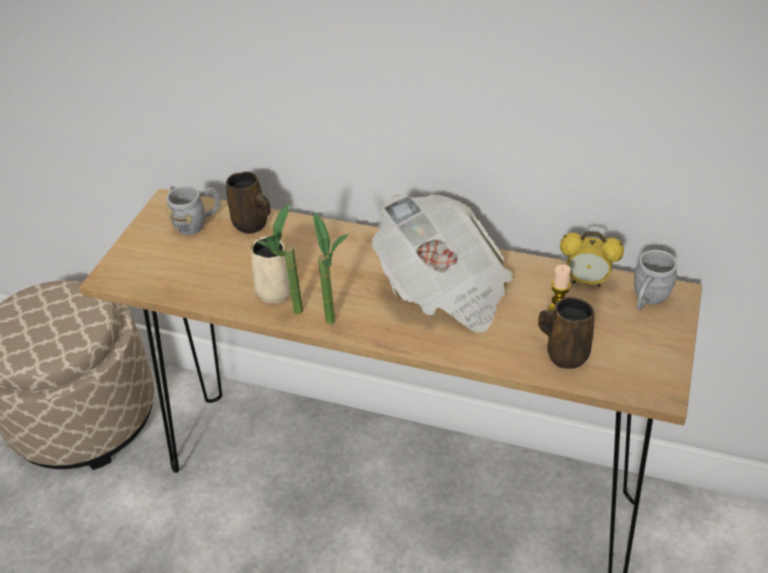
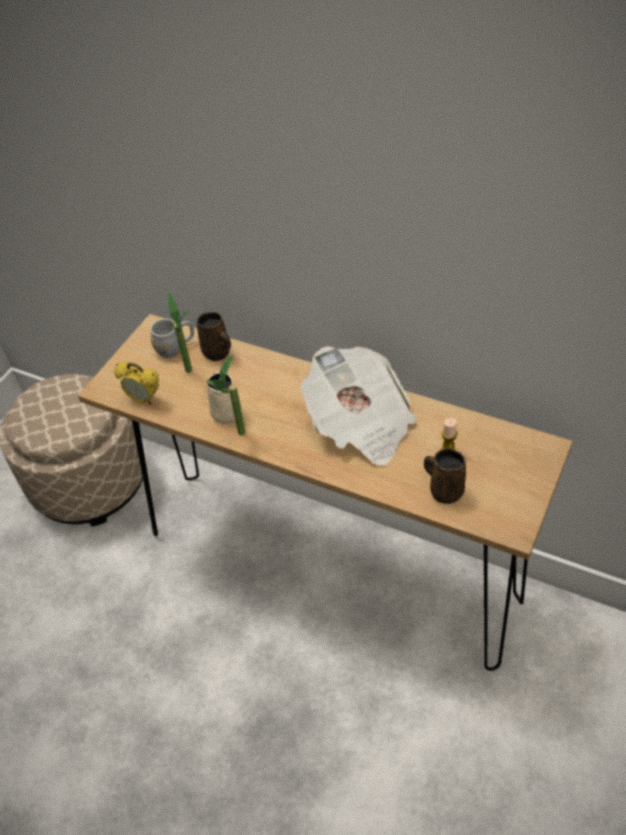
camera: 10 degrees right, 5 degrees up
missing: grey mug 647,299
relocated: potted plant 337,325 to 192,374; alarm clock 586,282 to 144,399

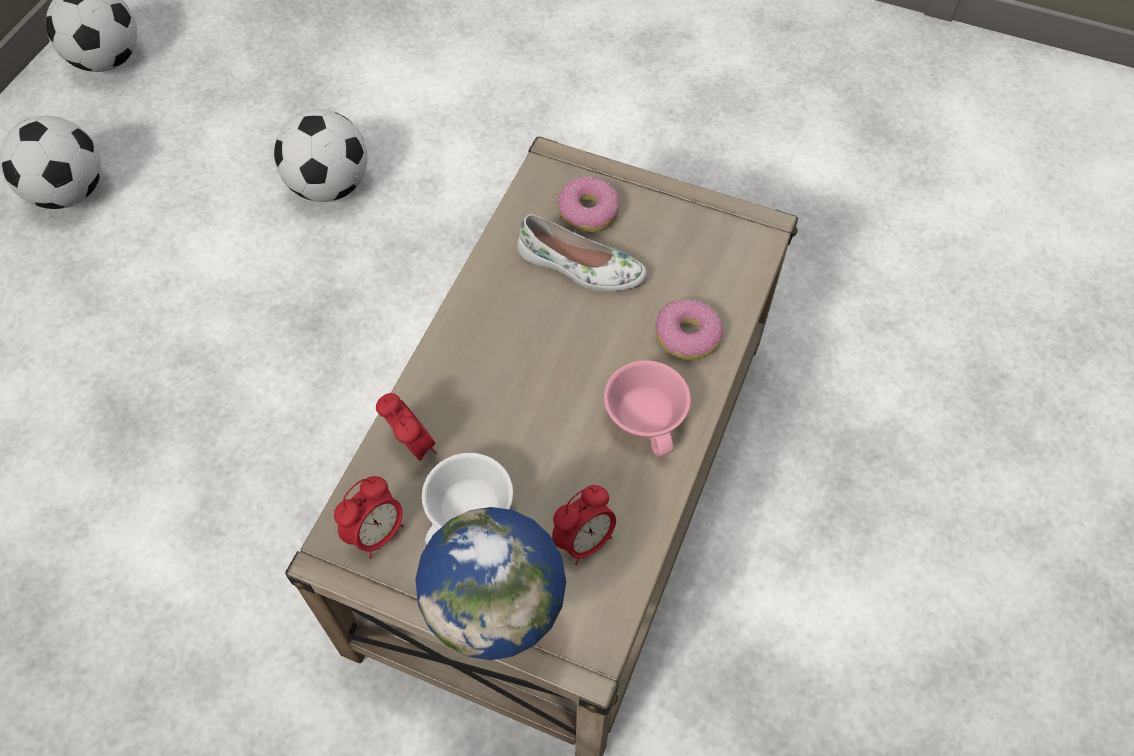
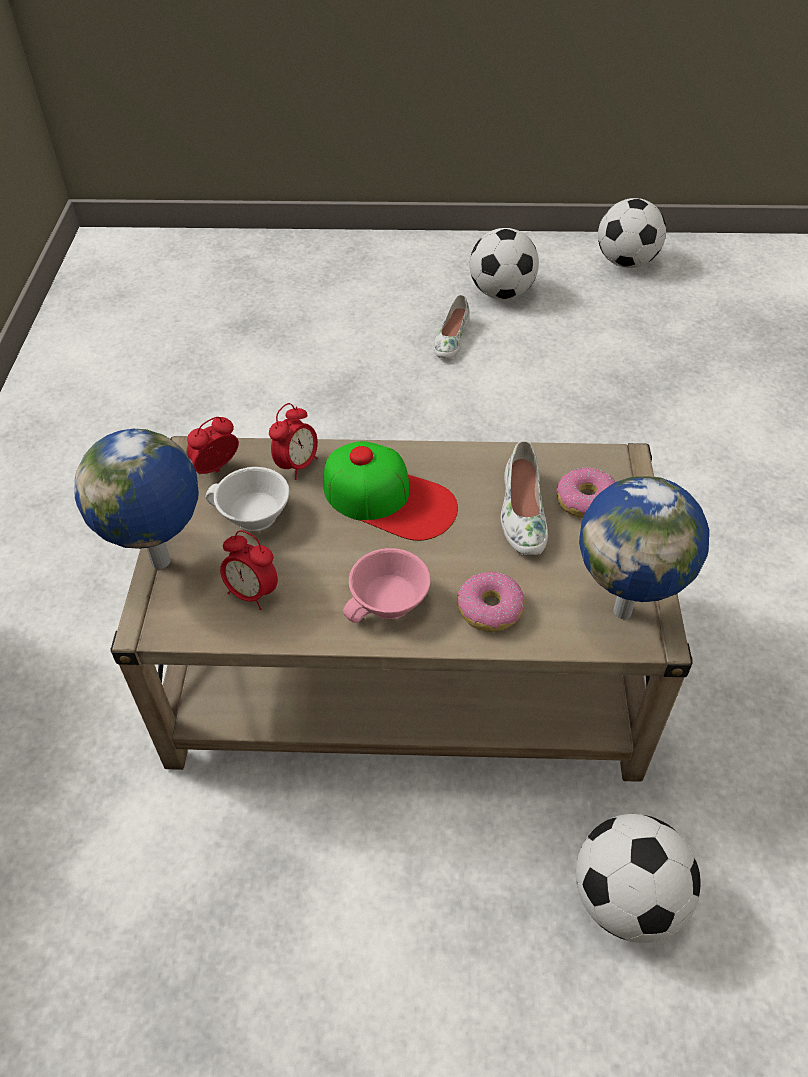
camera: 70 degrees right, 10 degrees down
appeared: white shoe 450,338; cap 389,498; globe 624,610
relocated: football 330,185 to 627,898
spun: alarm clock 376,533 = 217,470 120 degrees clockwise

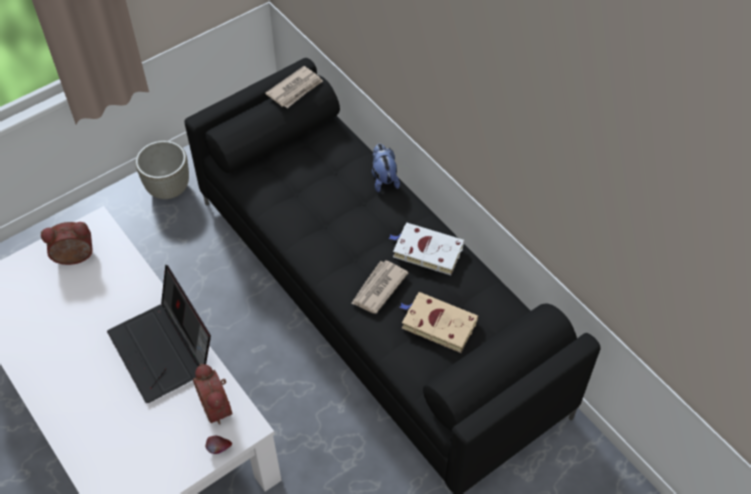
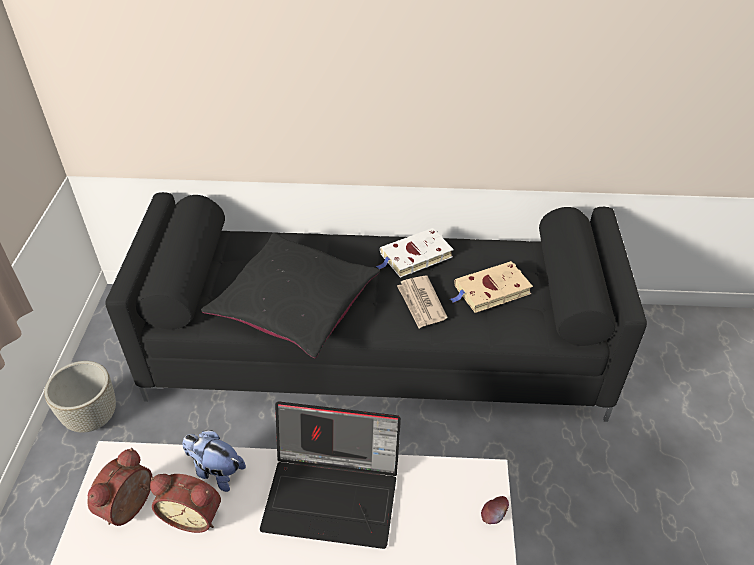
camera: 50 degrees left, 10 degrees down
missing: newspaper 295,89
appeared: black pillow 294,304
relocated: plush toy 383,178 to 216,471; alarm clock 218,406 to 194,514

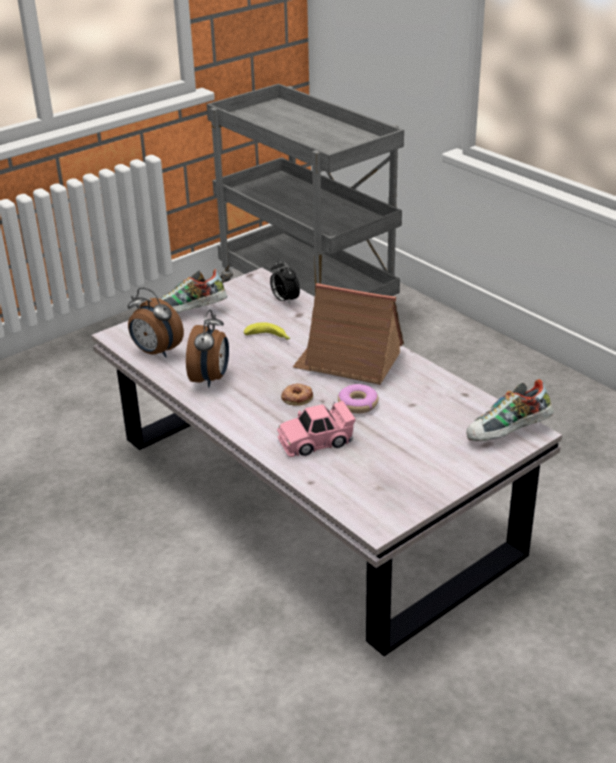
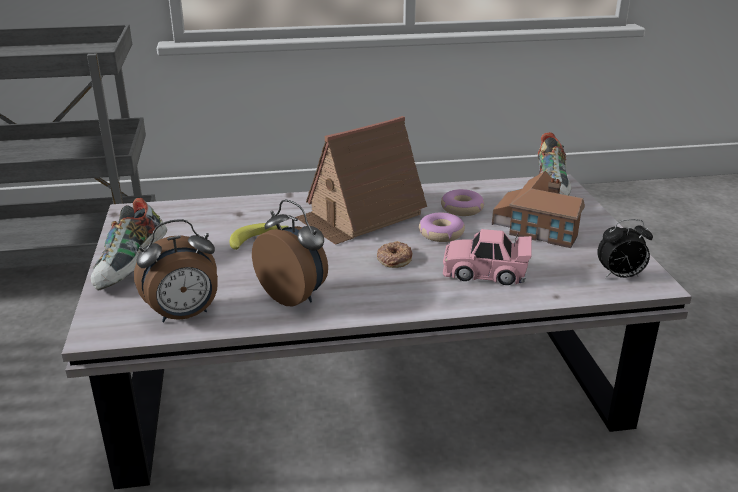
camera: 60 degrees left, 5 degrees down
appeared: toy house 536,226; donut 462,209
relocated: alarm clock 284,300 to 620,276
spun: pink toy car 316,441 = 485,272 90 degrees clockwise

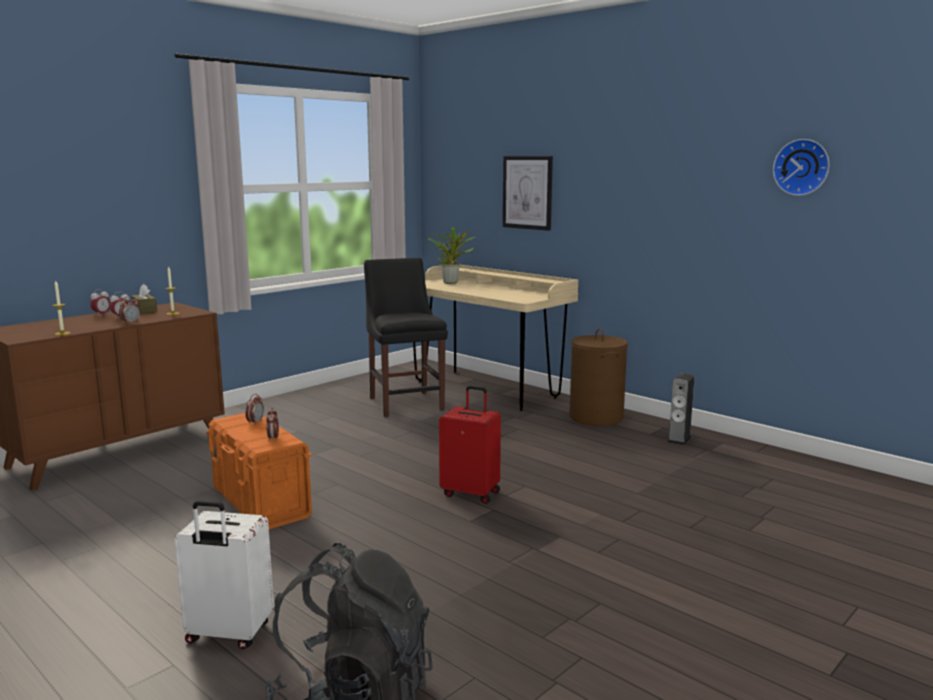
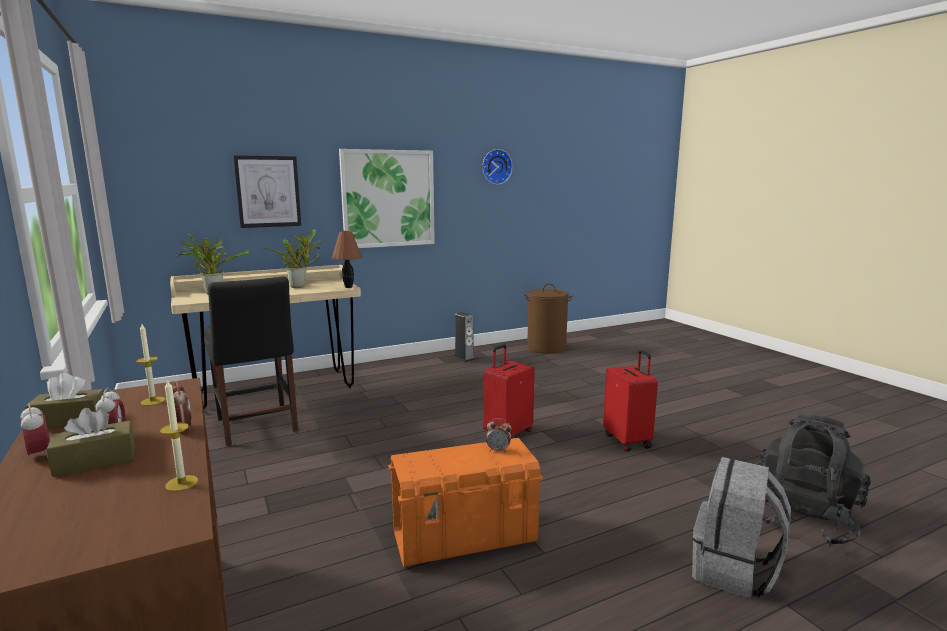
camera: 70 degrees left, 0 degrees up
missing: alarm clock 255,423
appeared: picture 388,198; potted plant 300,286; brown table lamp 348,287; red suitcase 628,440; brown tissue box 95,460
relocated: brown laundry basket 595,417 to 546,348
exchanged: white suitcase 228,634 to grey backpack 734,571
spun: black chair 405,402 = 257,427 120 degrees counterclockwise

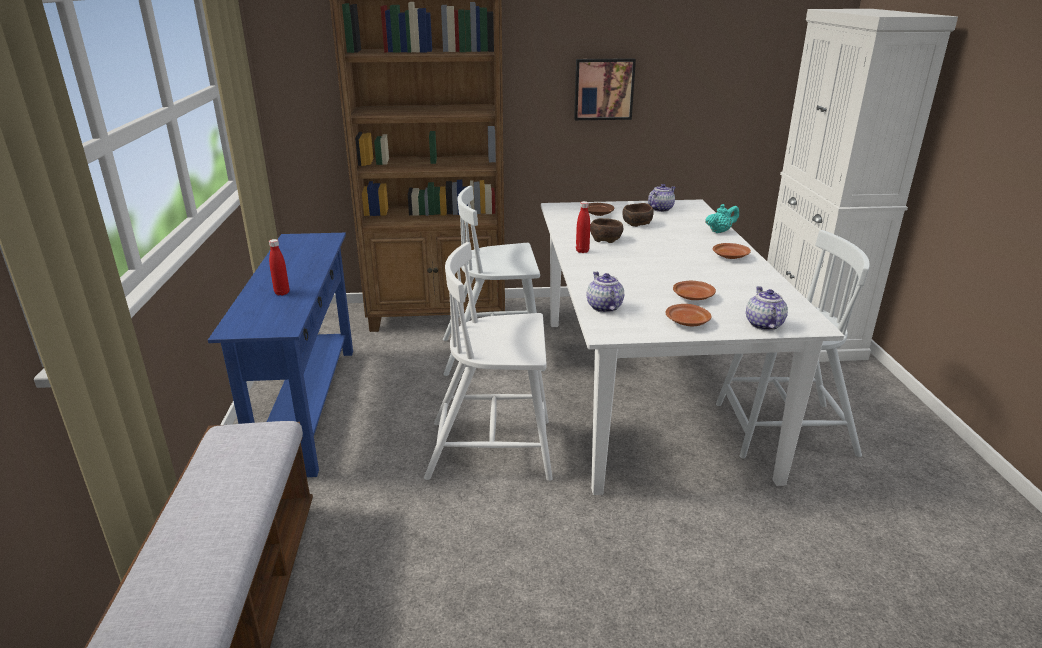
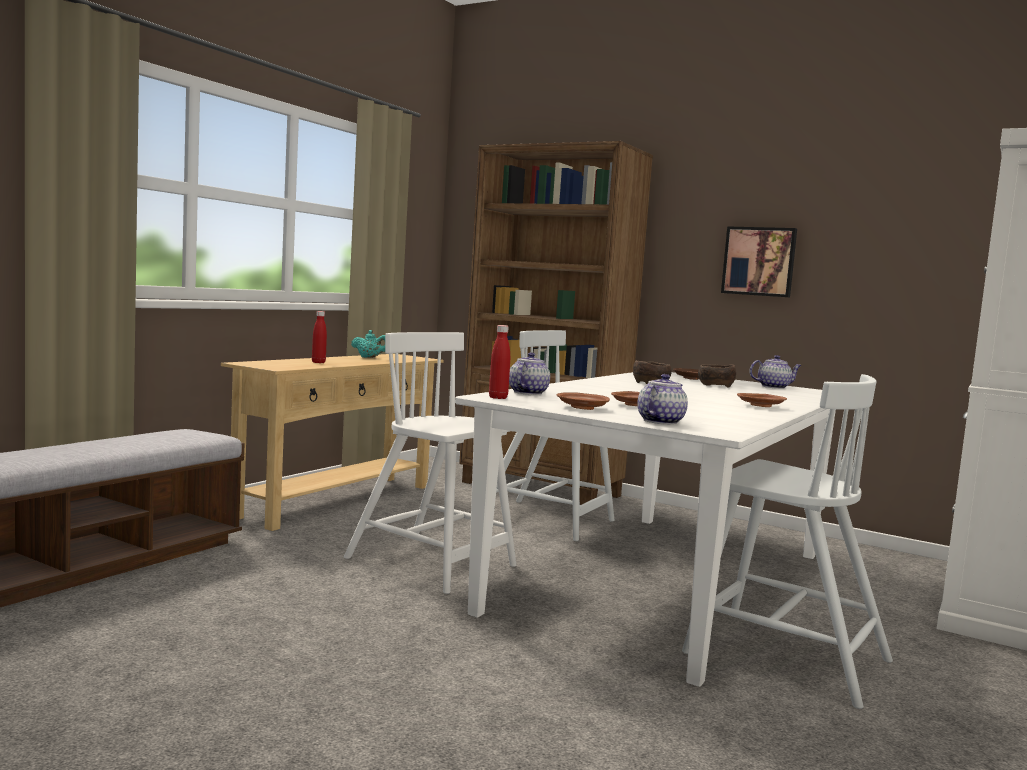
camera: 35 degrees right, 20 degrees down
relocated: red bottle 582,251 to 498,398; turquoise teapot 720,231 to 370,358
colour: blue console table 308,406 to beige console table 336,501

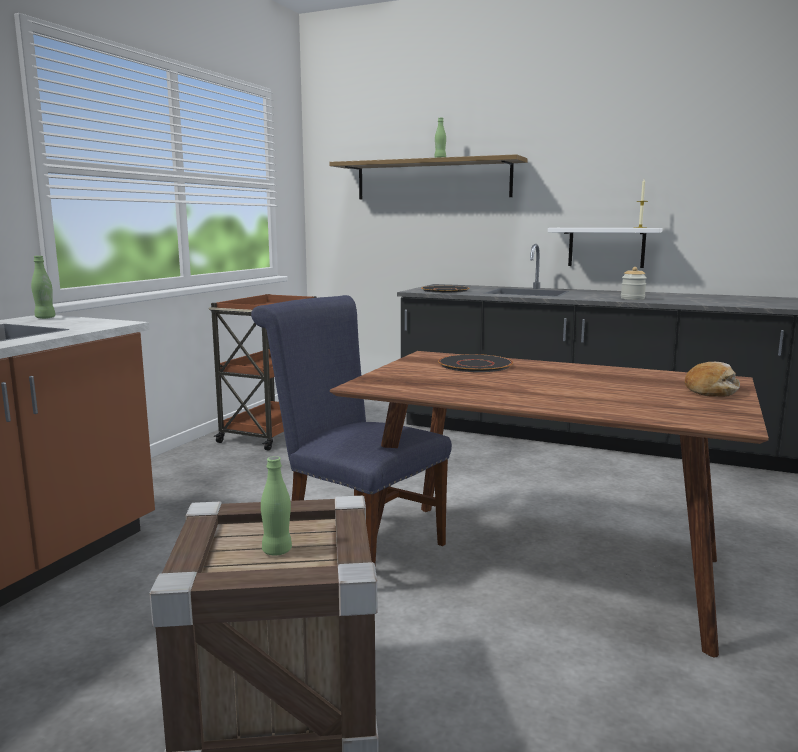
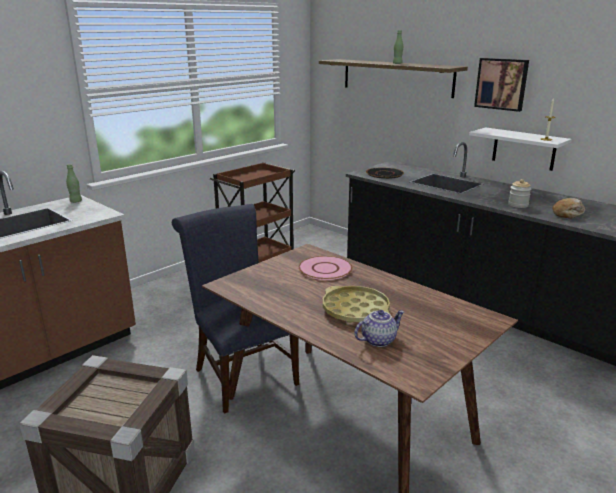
camera: 20 degrees right, 10 degrees up
missing: green bottle 277,551
appeared: picture 501,84; yellow tray 355,310; teapot 378,340
relocated: bread 711,390 to 568,214
colour: black plate 475,365 to pink plate 325,269

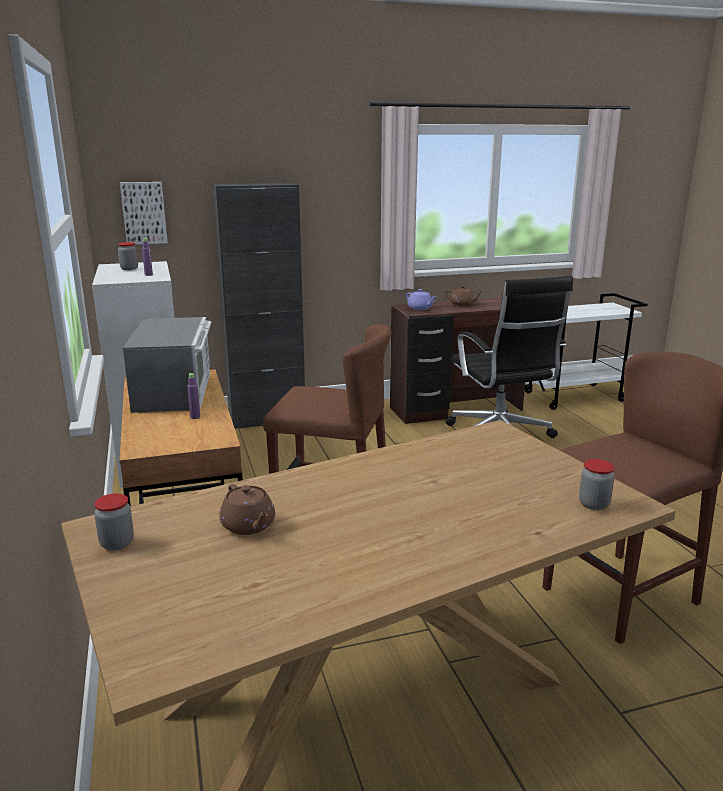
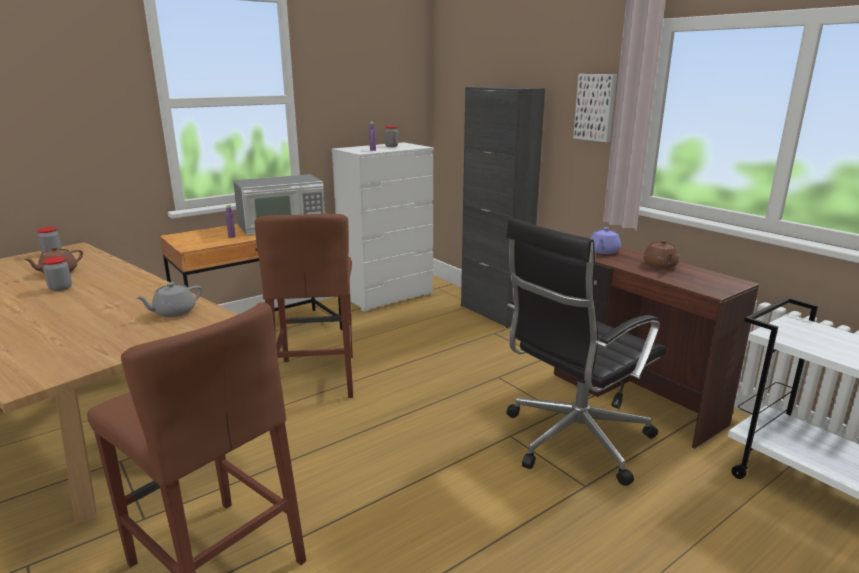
camera: 70 degrees right, 0 degrees up
appeared: grey teapot 173,312
relocated: picture 144,213 to 596,107; jar 594,504 to 60,288

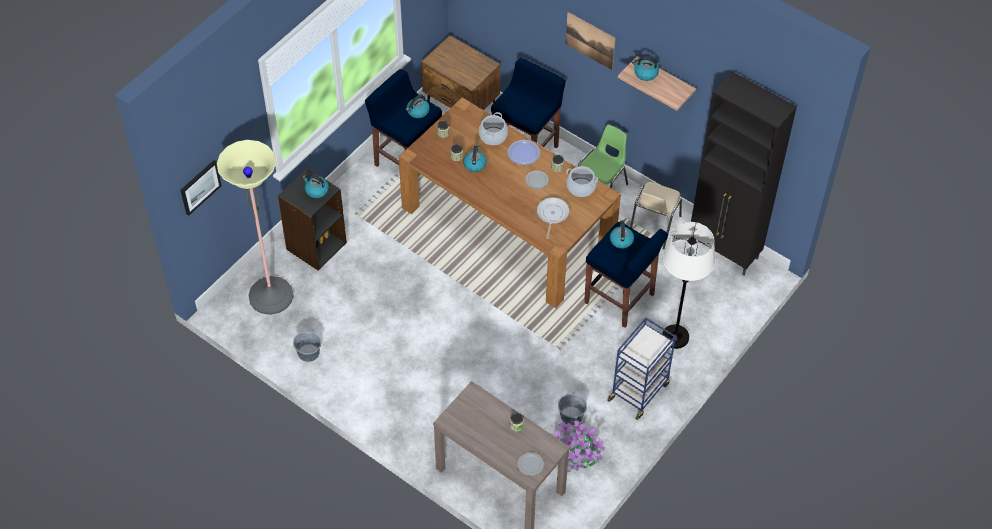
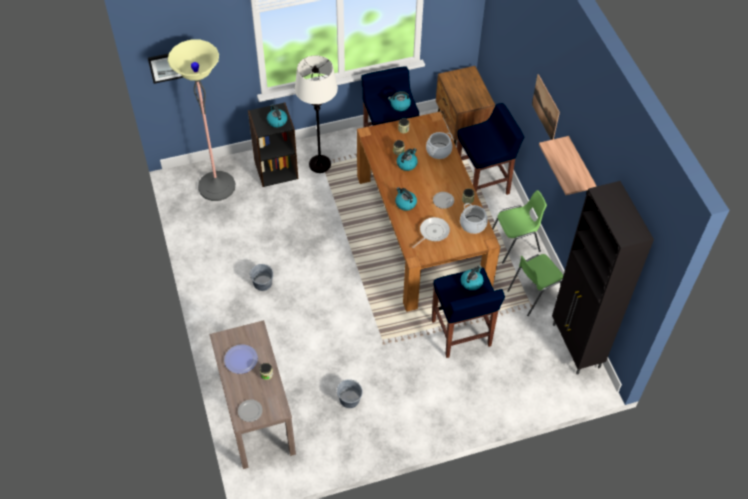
camera: 35 degrees right, 0 degrees up
missing: blue cart 639,391; potted plant 574,456
relocated: kettle 645,73 to 405,203; plate 523,153 to 241,359; white floor lamp 675,337 to 319,164; grey bucket 308,353 to 262,283
colour: beige chair 653,226 to green chair 534,294

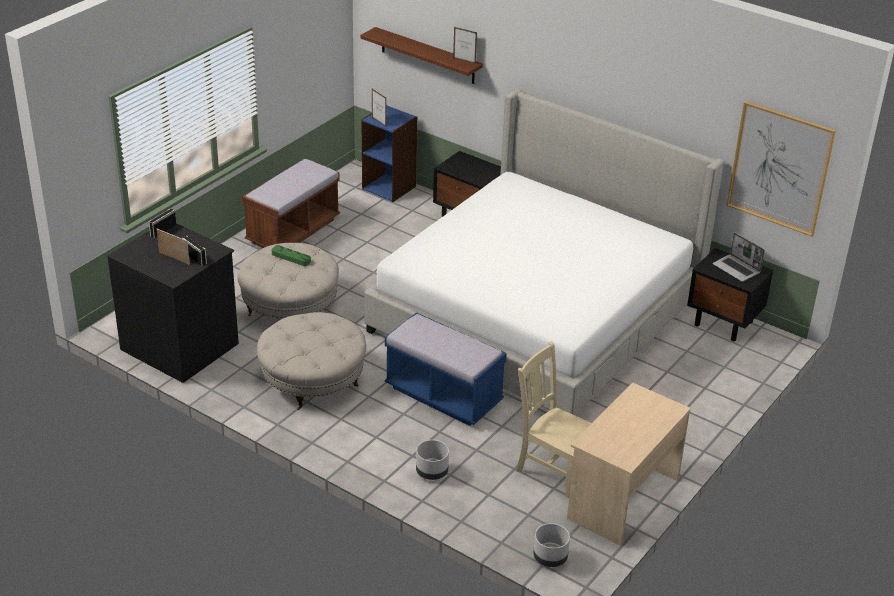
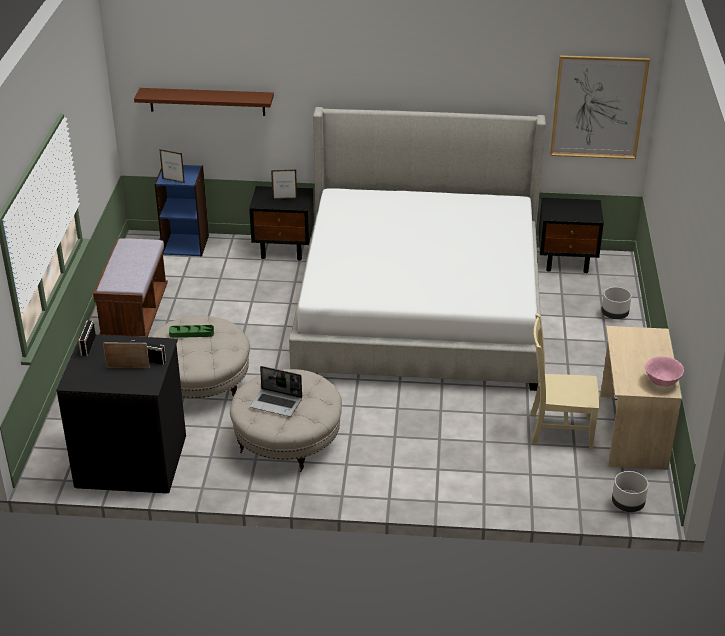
camera: 30 degrees left, 0 degrees up
missing: blue bench 443,395
appeared: pink bowl 662,382
relocated: picture frame 464,61 to 284,199; laptop 737,269 to 277,403; grey planter 431,472 to 614,314

